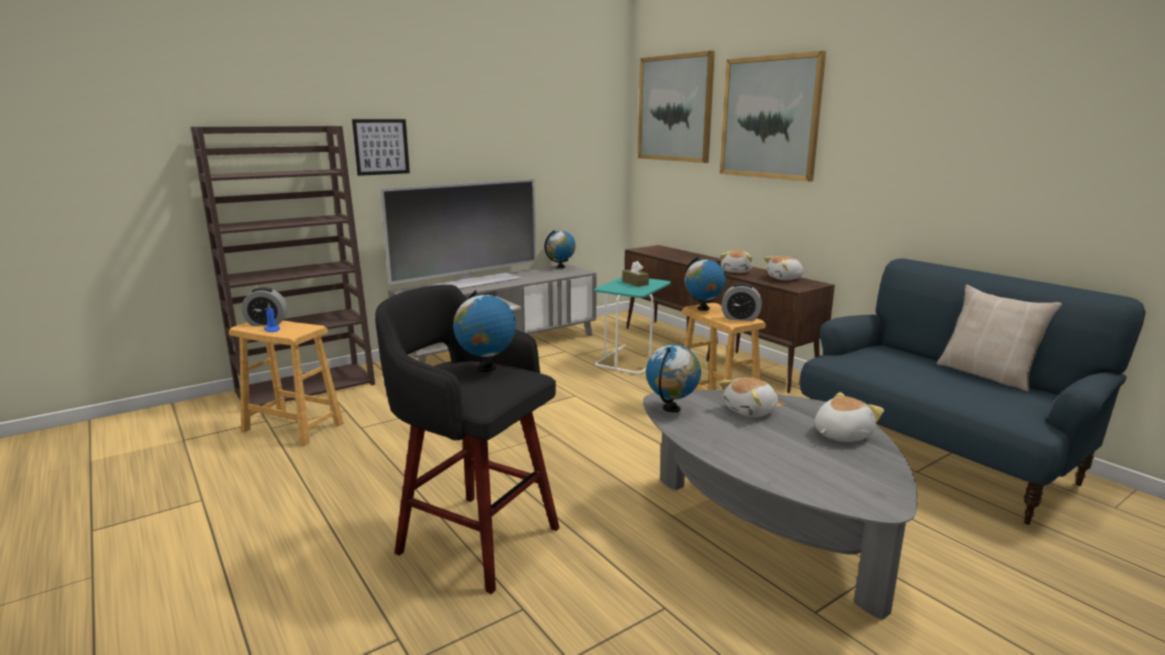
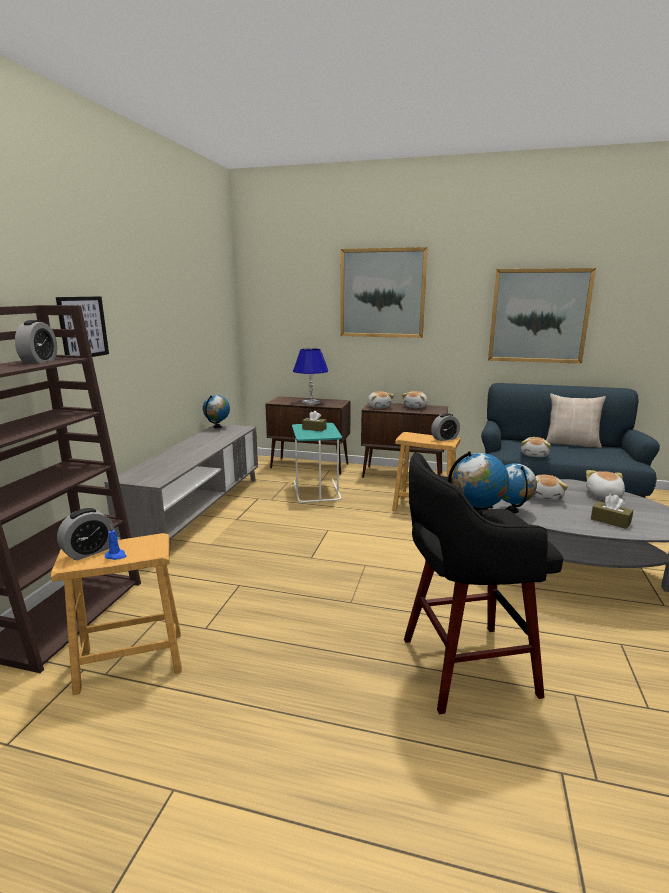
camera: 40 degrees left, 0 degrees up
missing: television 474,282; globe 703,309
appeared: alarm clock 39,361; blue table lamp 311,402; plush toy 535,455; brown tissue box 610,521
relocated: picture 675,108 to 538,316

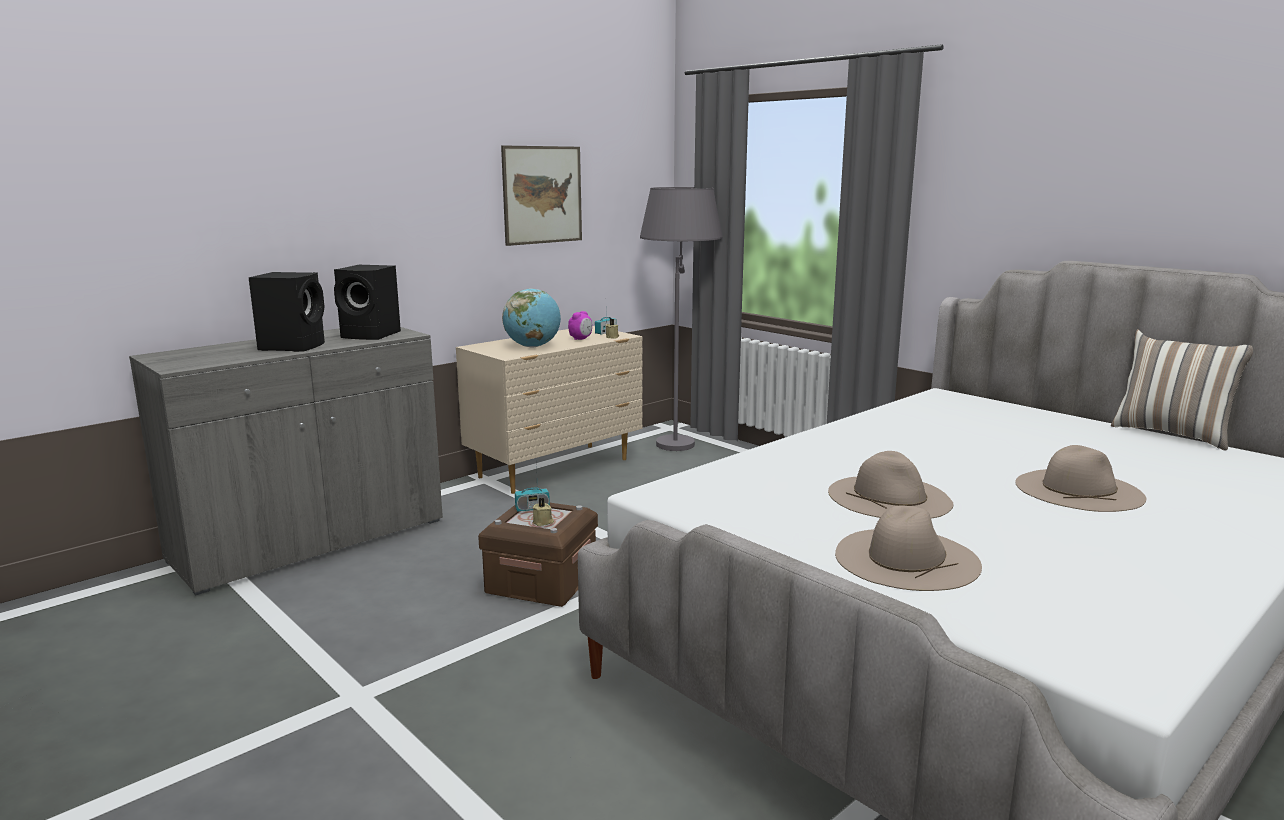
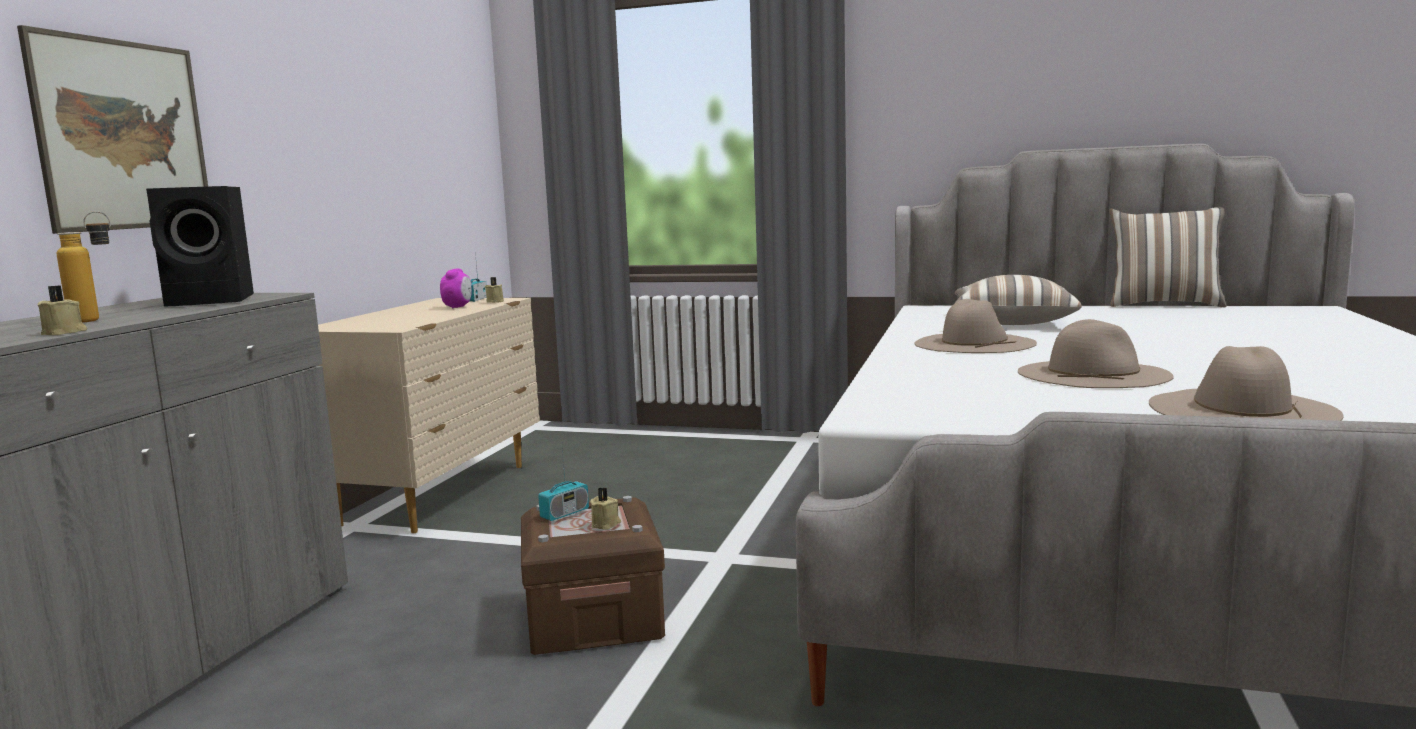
camera: 30 degrees left, 5 degrees down
missing: grey floor lamp 678,438; globe 533,346
appeared: pillow 1012,322; beige candle 65,332
relocated: picture 542,195 to 123,135; beige hat 1078,490 to 974,343
exchanged: black speaker 294,346 to bottle 97,320

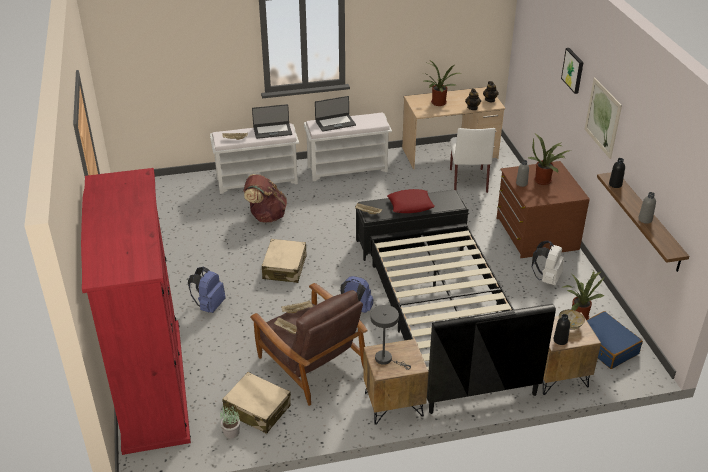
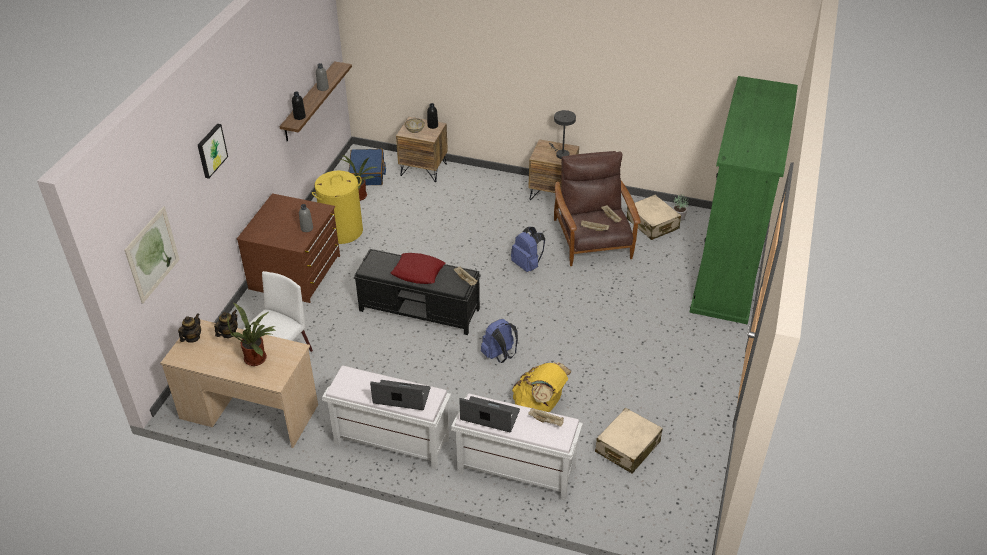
camera: 150 degrees left, 5 degrees up
missing: potted plant 544,180; black bed 447,325
relocated: picture 603,117 to 152,254; beige suitcase 285,267 to 627,447; blue backpack 209,306 to 500,355
exchanged: white backpack 547,279 to yellow laundry basket 342,231
colour: red wardrobe 152,384 to green wardrobe 728,269; brown backpack 266,216 to yellow backpack 539,406

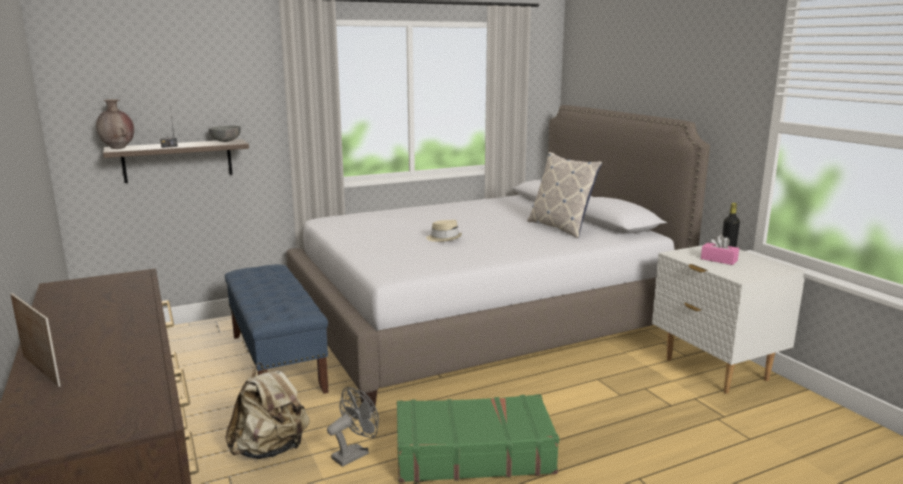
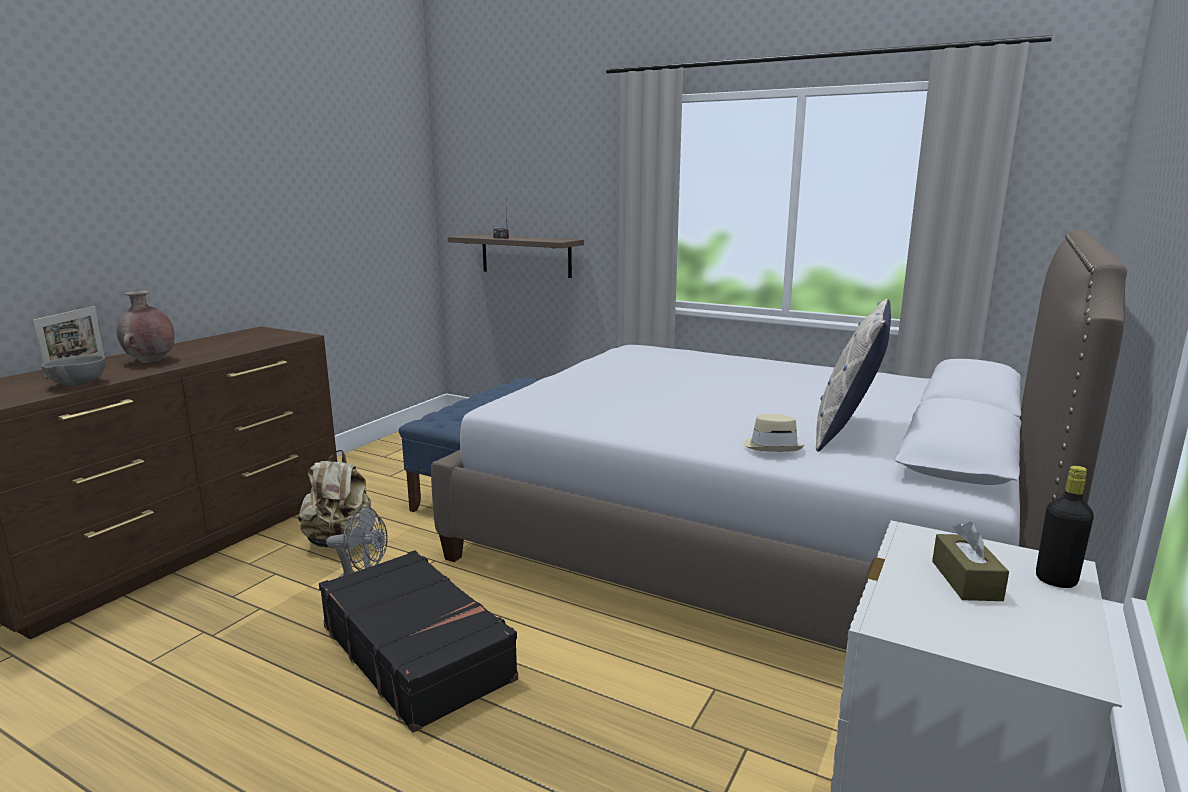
camera: 55 degrees right, 0 degrees up
relocated: brown vase 118,148 to 151,361; grey bowl 226,141 to 77,384; beige hat 444,238 to 772,446
colour: pink tissue box 719,260 to brown tissue box 966,580; green suitcase 473,453 to black suitcase 417,652

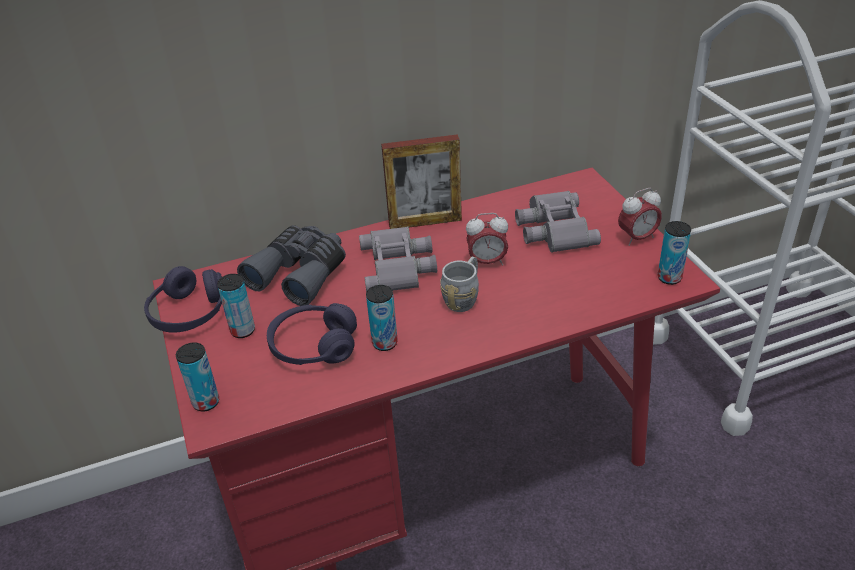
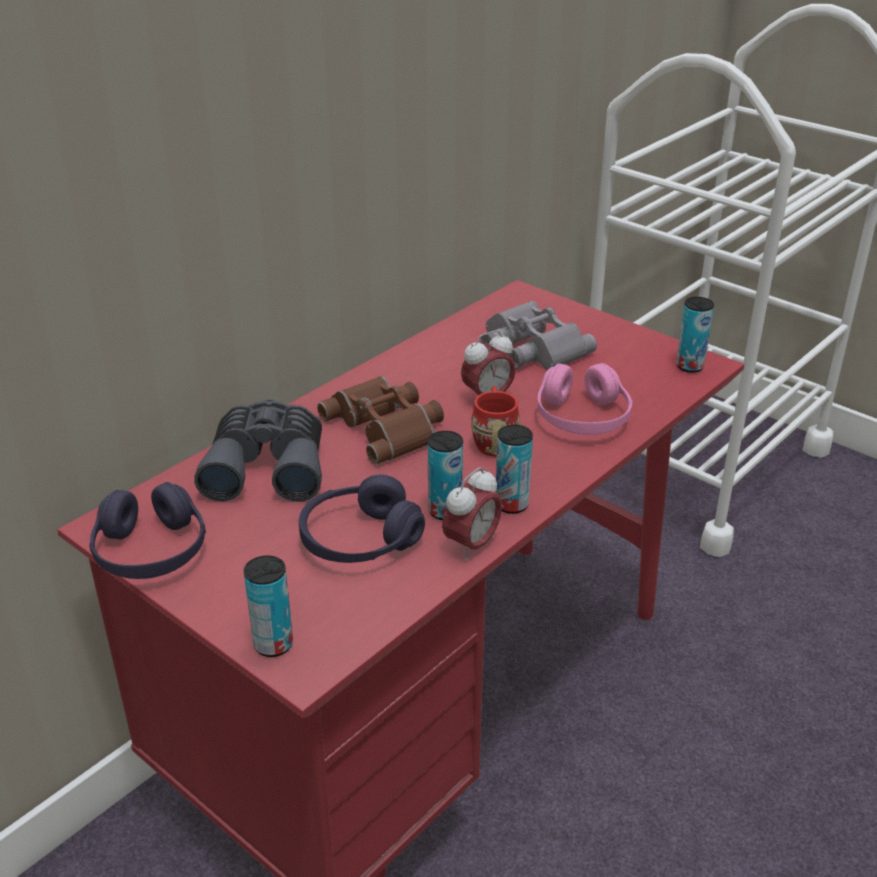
camera: 30 degrees left, 5 degrees down
missing: picture frame 425,222
appeared: pink headphones 582,418
relocated: alarm clock 637,238 to 471,545; can 242,330 to 511,504
colour: grey binoculars 399,265 to brown binoculars 387,426; grey mug 464,297 to red mug 494,439

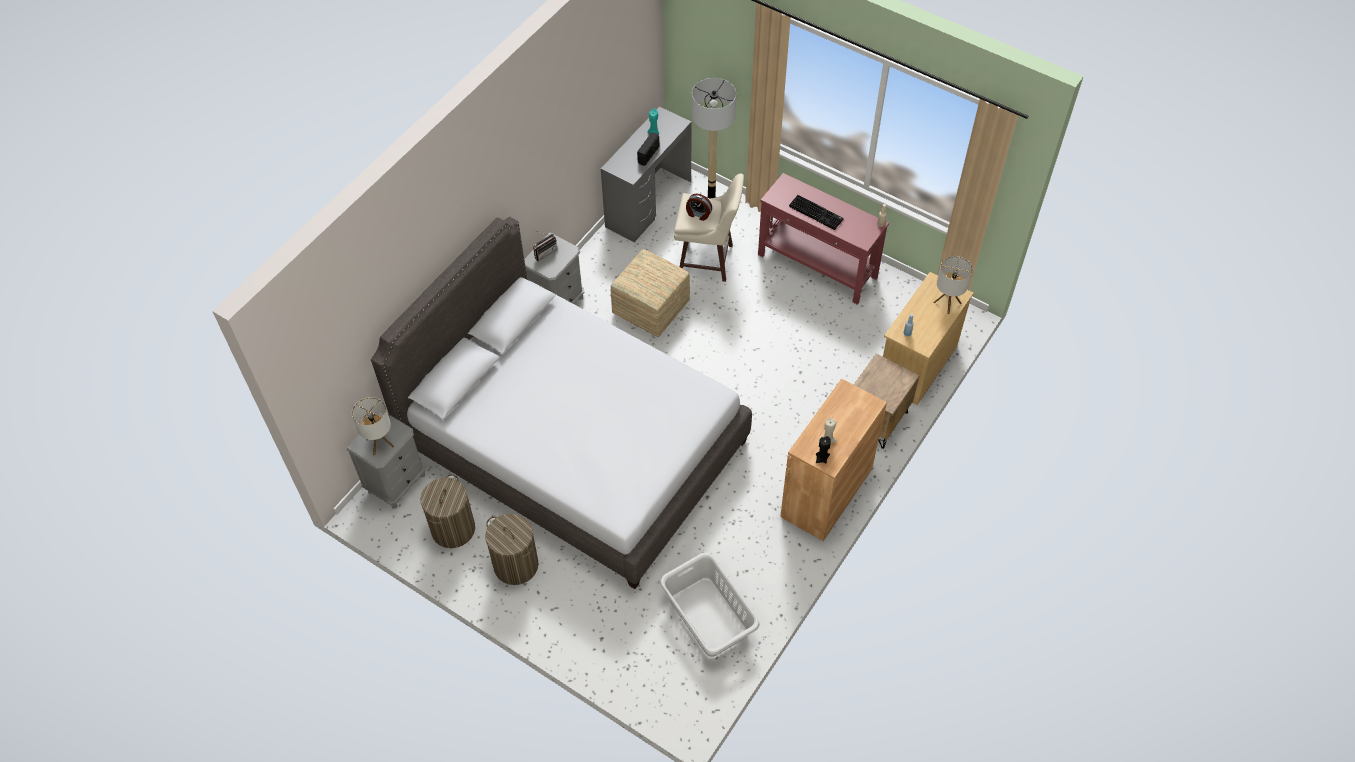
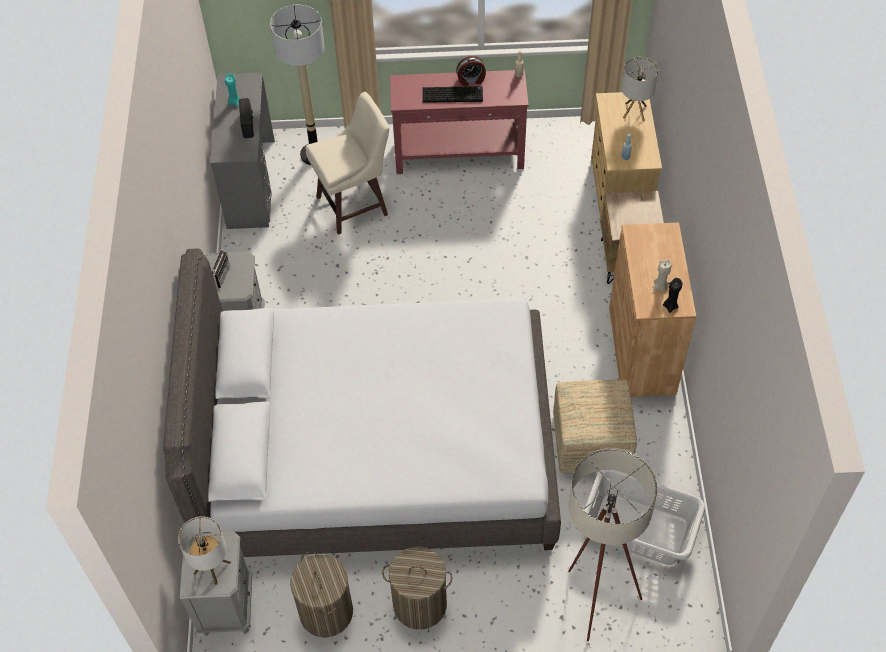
camera: 35 degrees left, 0 degrees up
appeared: beige floor lamp 593,595
relocated: alarm clock 698,214 to 471,80; ottoman 651,307 to 590,441

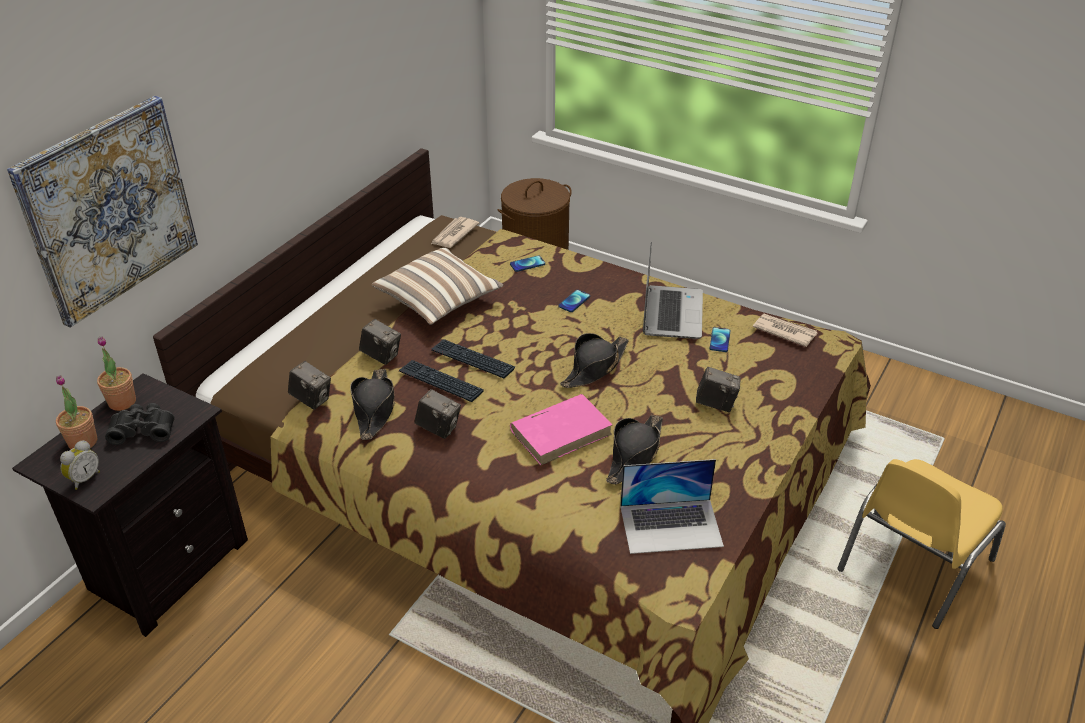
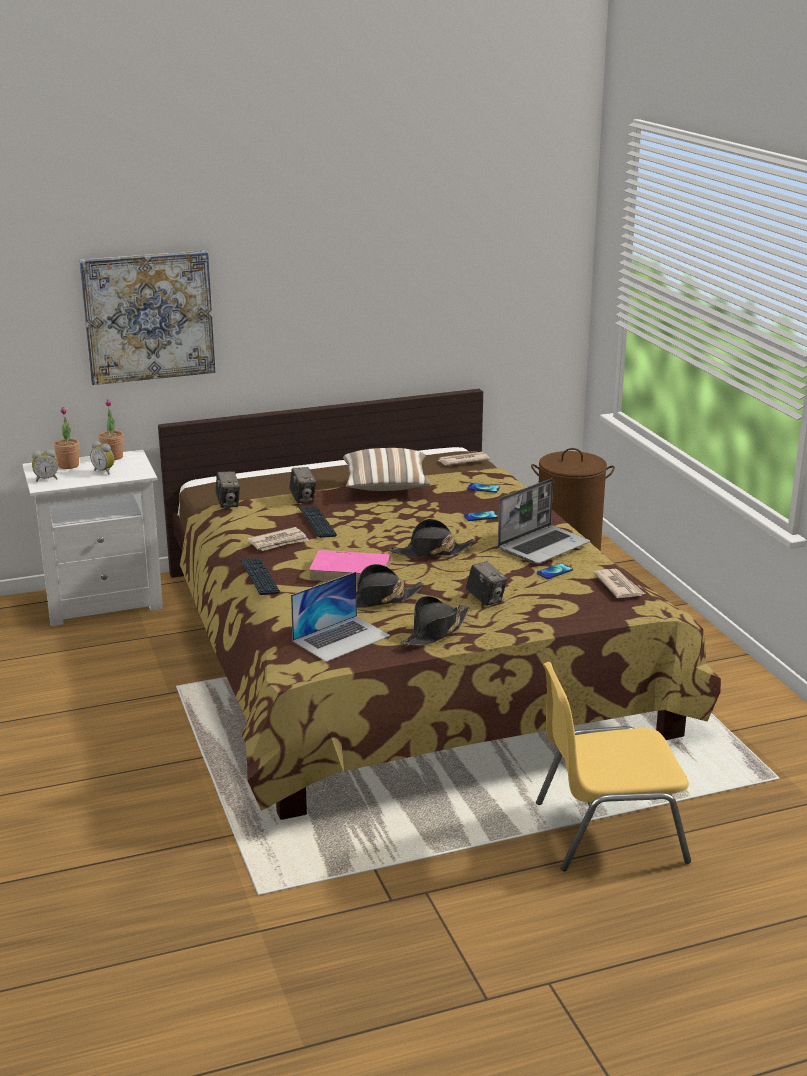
camera: 40 degrees right, 15 degrees down
relocated: keyboard 472,360 to 259,577; black hat 374,409 to 435,632
exchanged: photo camera 438,428 to newspaper 278,542; black binoculars 143,429 to alarm clock 104,471
colour: black nightstand 165,566 to white nightstand 103,601
spun: laptop 671,526 = 341,638 75 degrees counterclockwise

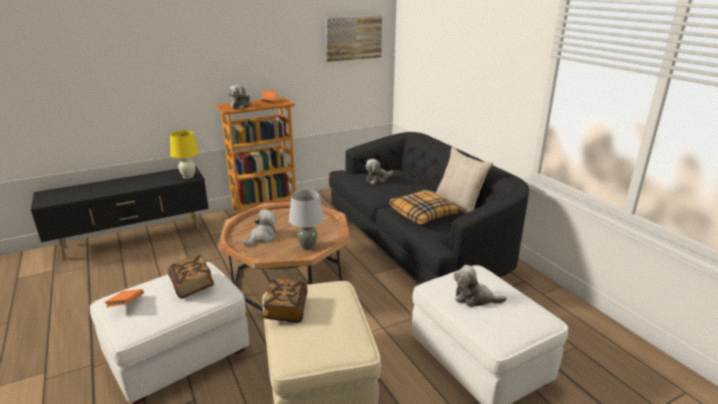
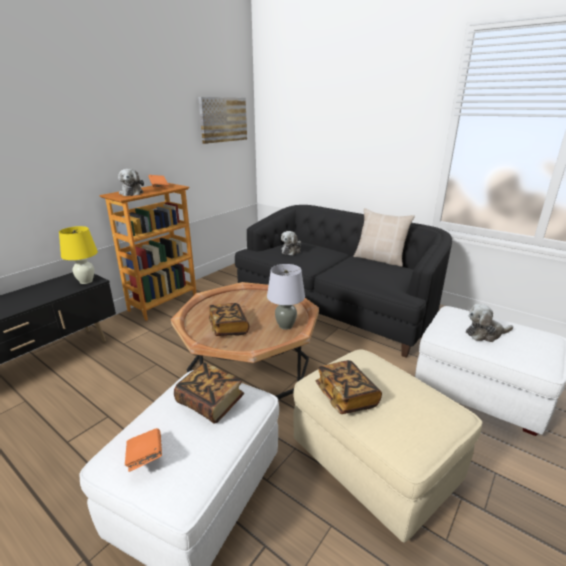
camera: 25 degrees left, 0 degrees up
missing: pillow 423,213
exchanged: plush toy 262,237 to book 228,328

